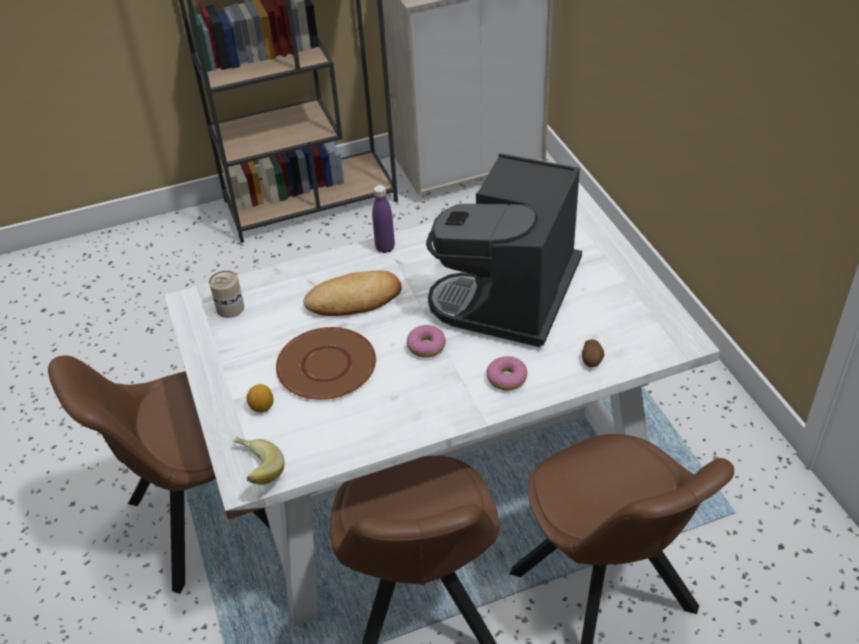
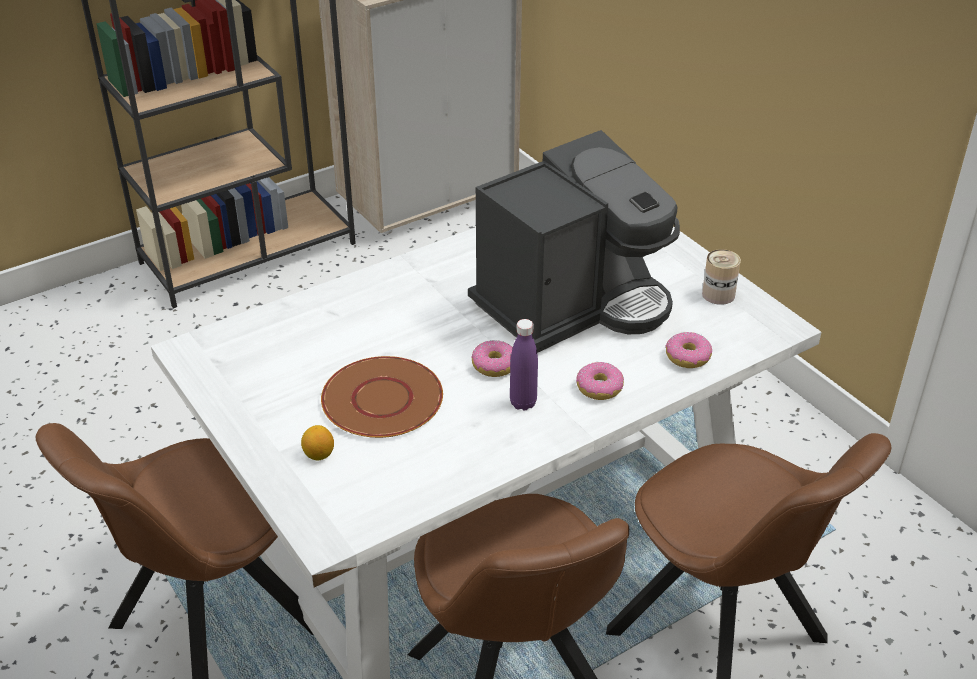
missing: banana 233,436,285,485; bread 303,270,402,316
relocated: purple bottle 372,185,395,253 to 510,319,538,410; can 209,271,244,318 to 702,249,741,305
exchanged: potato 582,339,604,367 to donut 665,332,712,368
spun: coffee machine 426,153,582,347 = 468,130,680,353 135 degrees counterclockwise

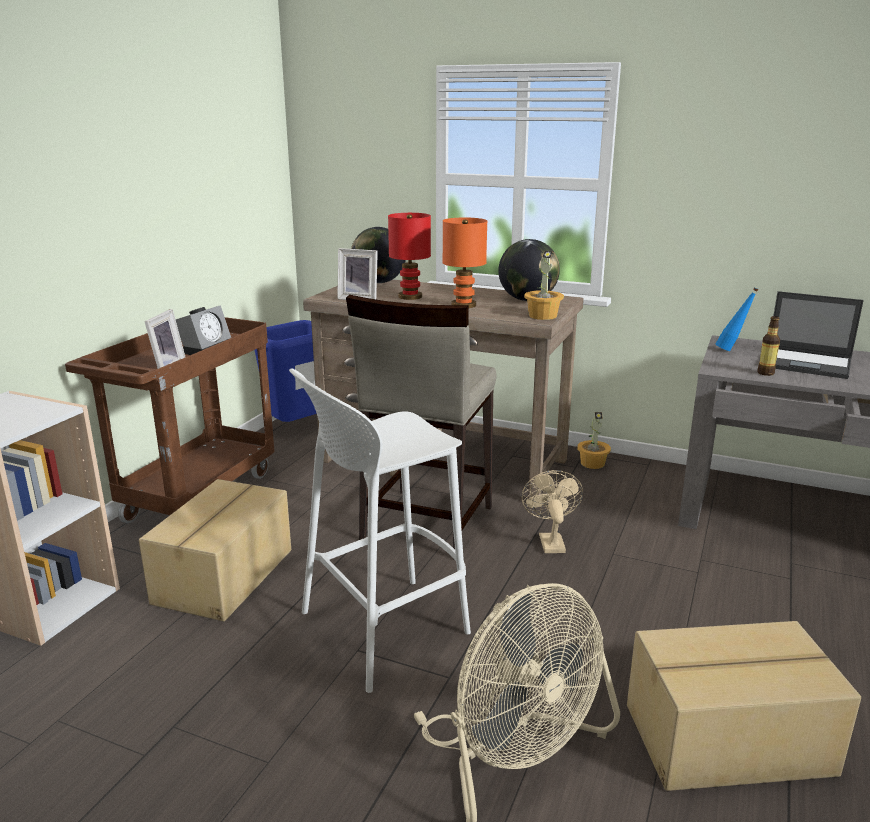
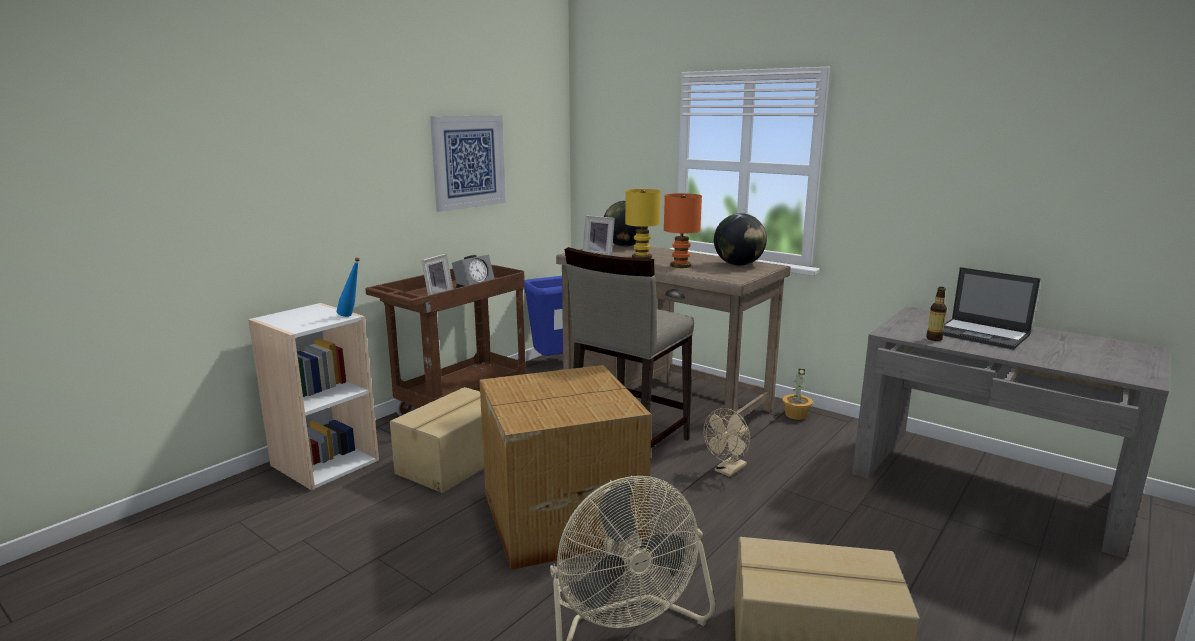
missing: potted plant 524,251,564,320
appeared: picture 430,116,506,212
relocated: blue bottle 716,287,759,351 to 336,258,360,317
exchanged: white stool 289,368,471,693 to cardboard box 479,365,652,570
colour: red table lamp 388,213,431,300 to yellow table lamp 625,189,661,259
spun: beige fan 522,470,583,553 = 703,408,750,477 150 degrees counterclockwise

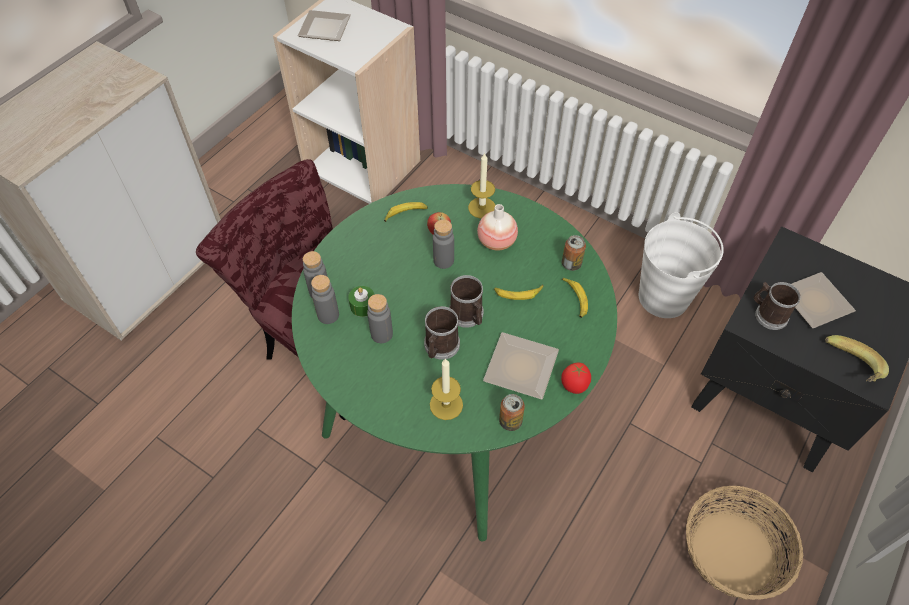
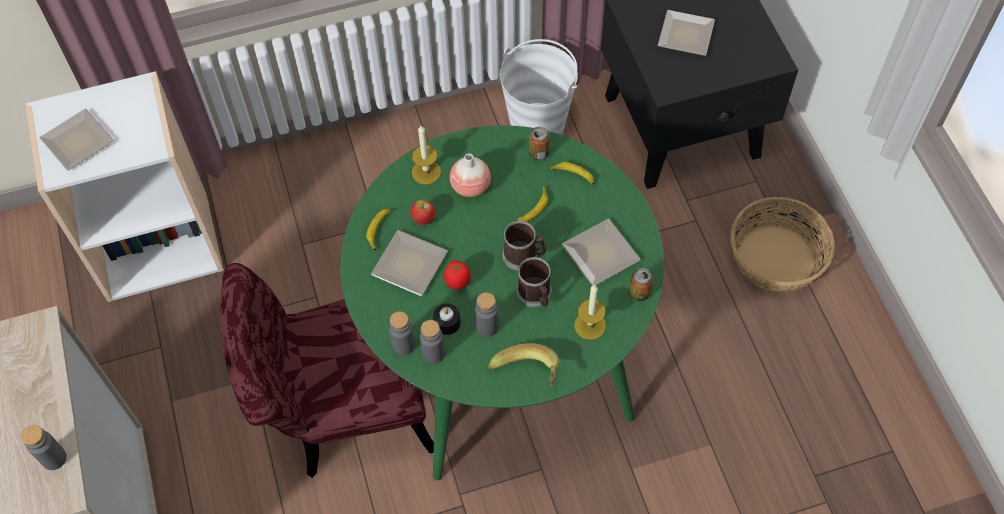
missing: mug 754,282,801,330
appeared: plate 371,230,448,296
relocated: grey bottle 433,219,454,269 to 21,425,67,470; tomato 561,362,591,394 to 444,260,471,290; banana 825,335,889,382 to 488,343,560,386
colour: green candle 348,286,374,317 to black candle 433,303,461,335

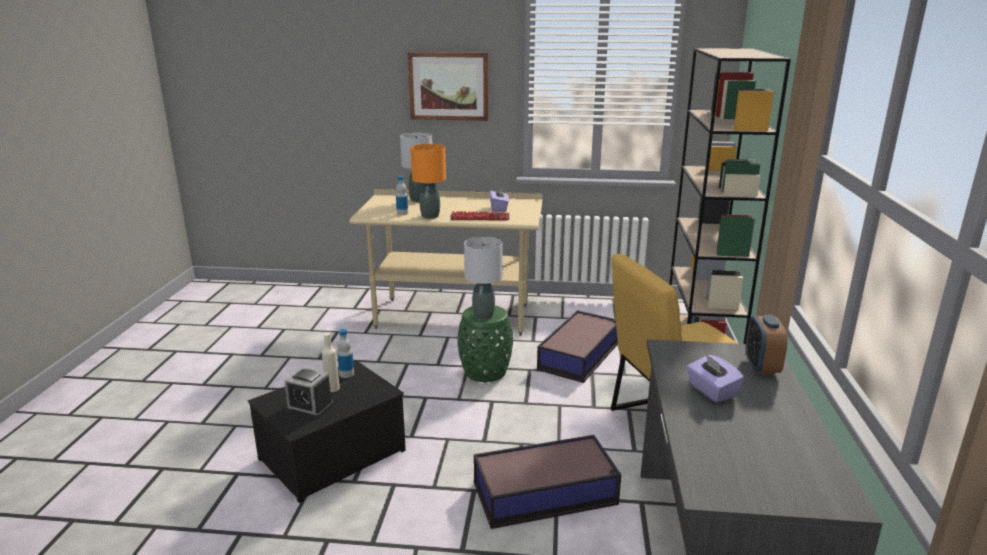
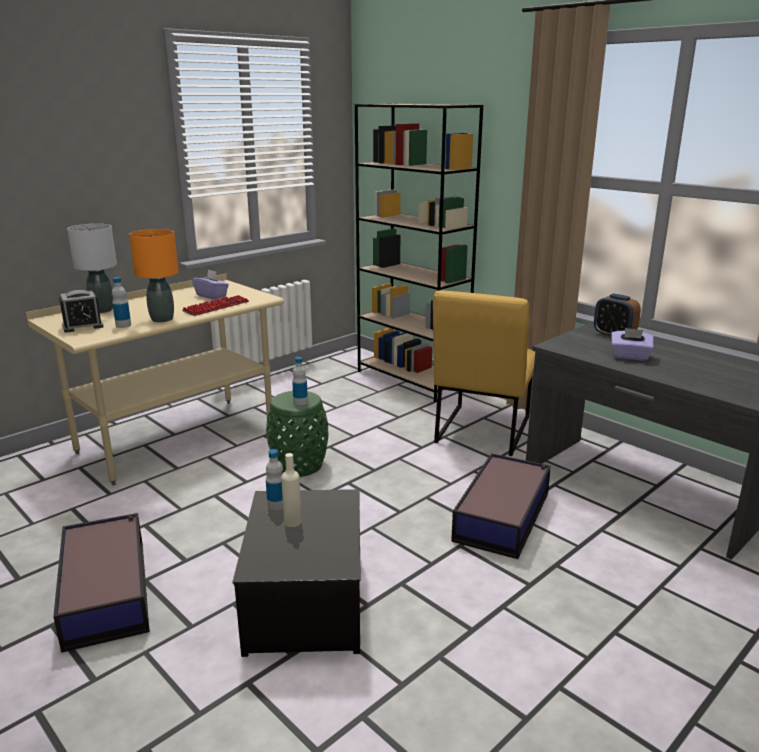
missing: picture 408,52,488,121
relocated: storage box 537,310,618,383 to 53,513,150,653; alarm clock 284,367,334,418 to 59,290,104,333
exchanged: grey table lamp 464,237,503,320 to bottle 292,357,308,405

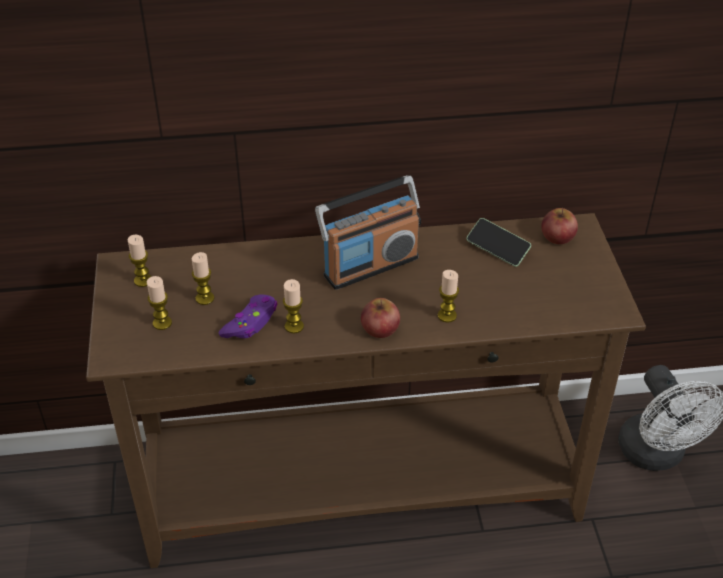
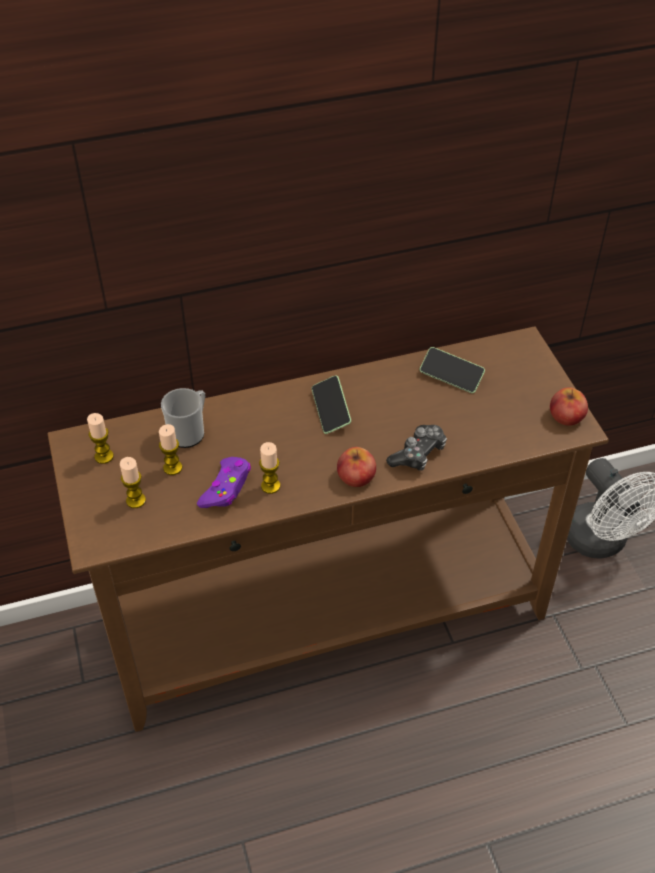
appeared: mug 161,388,205,448
relocated: apple 541,208,578,244 to 550,387,588,426
exchanged: radio 315,175,421,290 to phone 311,375,351,434; candle 438,270,459,323 to game controller 386,425,447,471

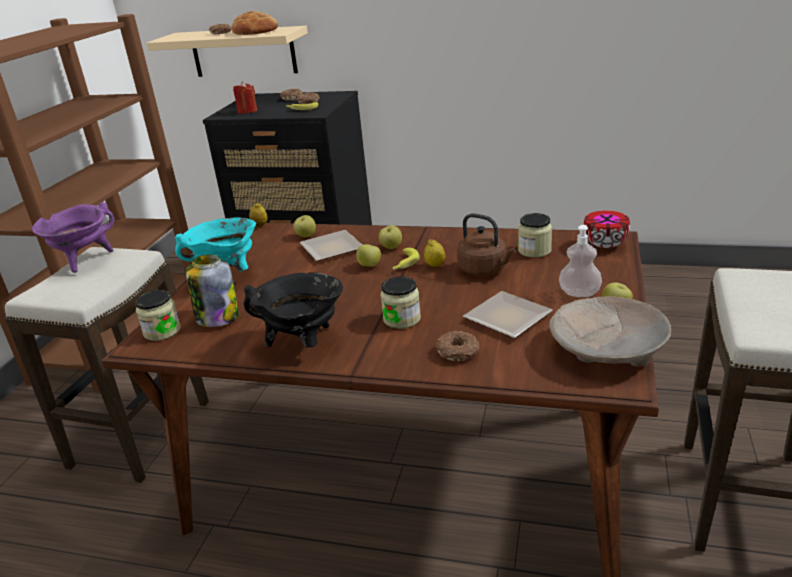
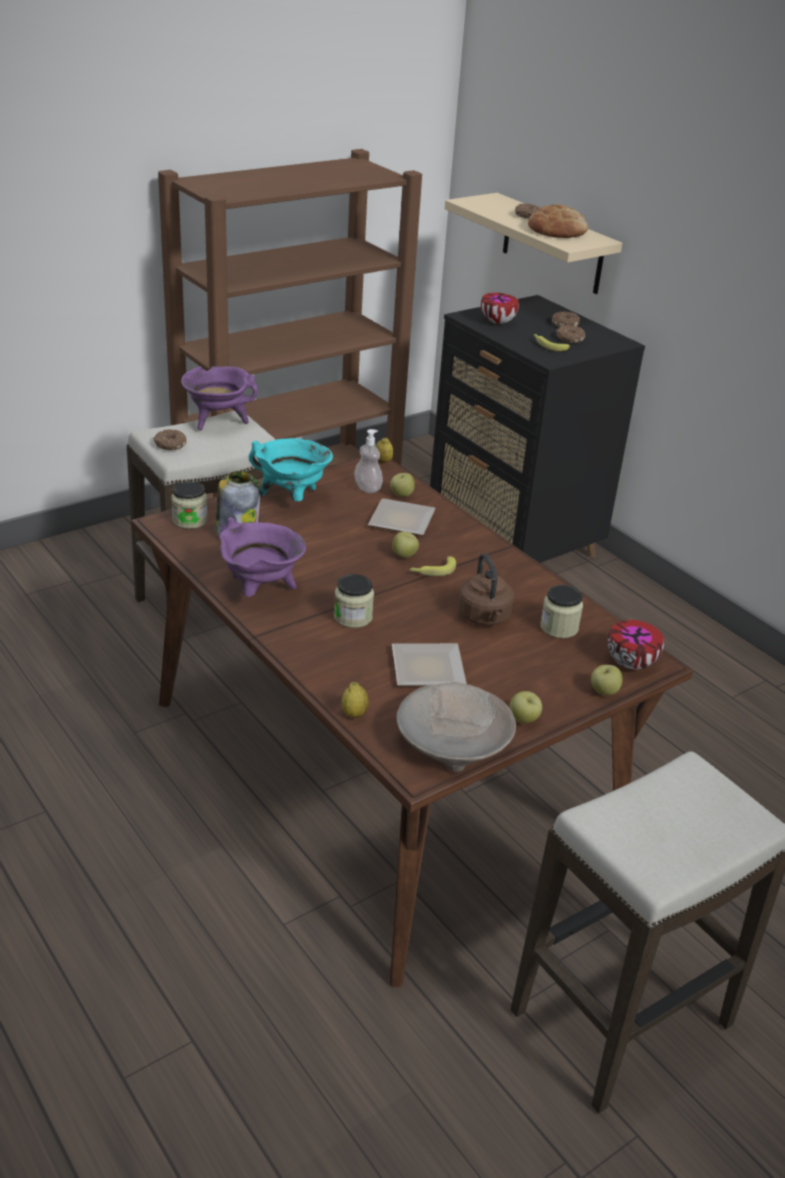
relocated: donut 436,331,479,361 to 153,429,187,450; lemon 424,239,446,267 to 342,682,369,718; soap dispenser 559,225,602,297 to 354,429,383,493; apple 379,225,402,249 to 591,665,623,695
exchanged: red candle 233,81,257,114 to bowl 481,293,519,324
colour: black cooking pot 244,272,343,348 to purple cooking pot 219,517,306,597

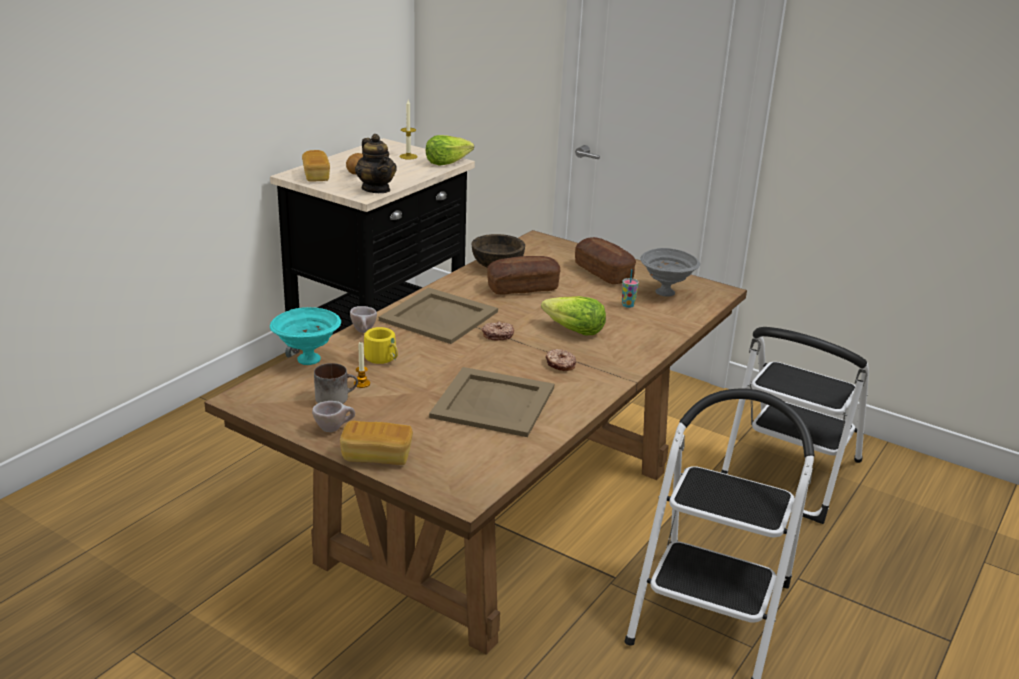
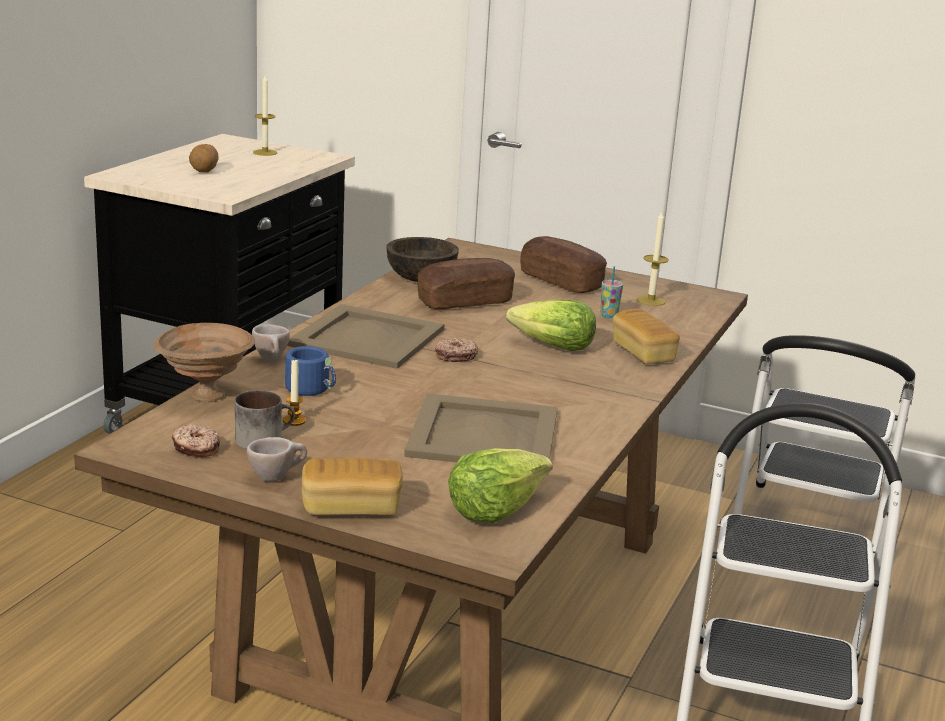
missing: teapot 355,134,397,193
relocated: donut 546,349,576,371 to 172,424,220,458; lettuce 426,135,474,166 to 448,448,553,523; bread 302,150,330,182 to 612,309,680,364
exchanged: grey bowl 640,248,700,297 to candle 637,212,669,306
colour: turquoise bowl 270,307,341,365 to brown bowl 154,323,255,402; yellow mug 364,327,398,364 to blue mug 285,346,336,396

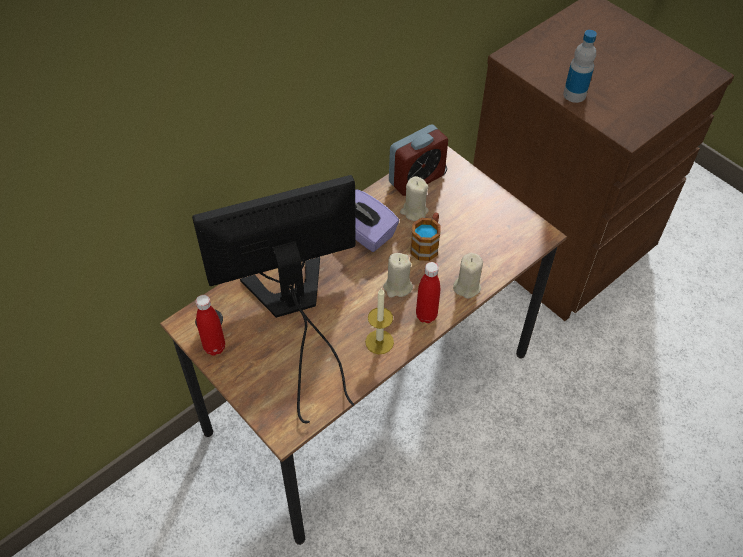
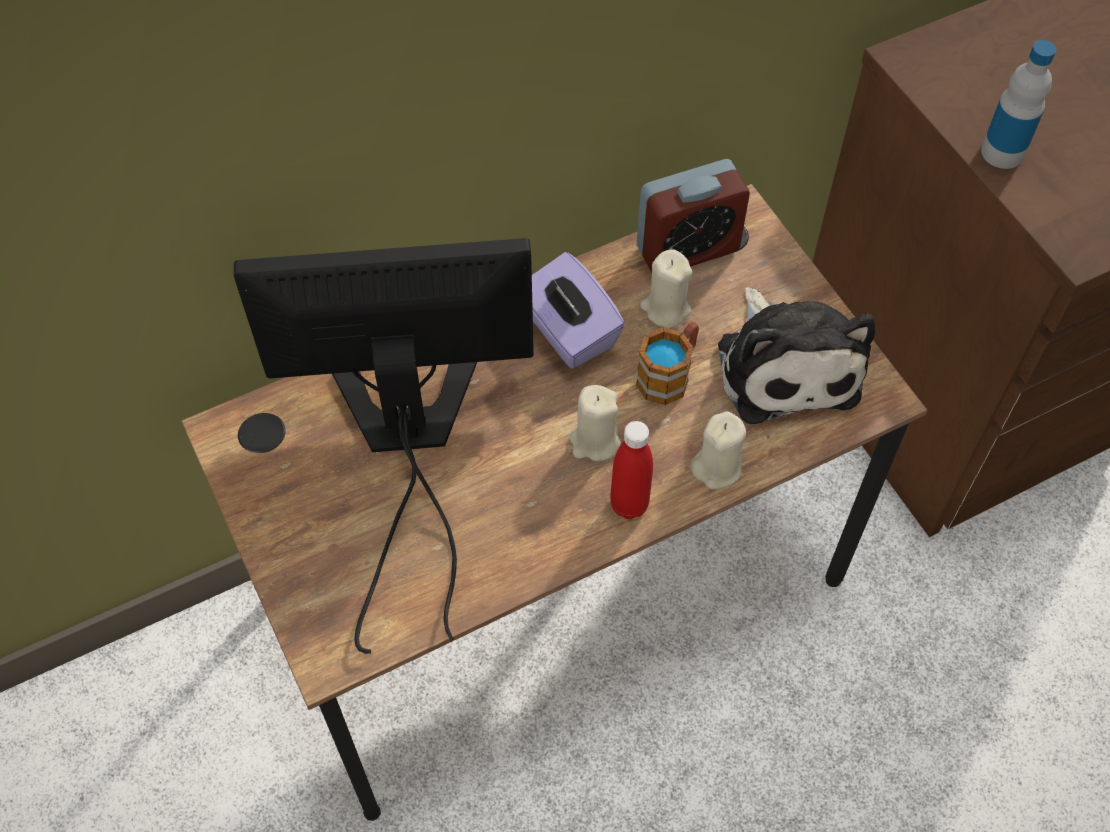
missing: red bottle 196,295,225,356; candle 365,288,394,354
appeared: plush toy 718,287,875,424

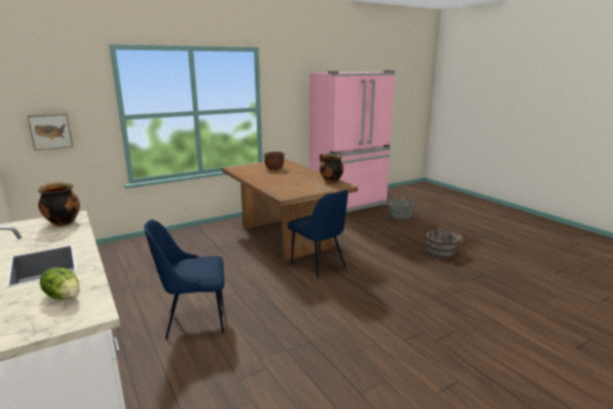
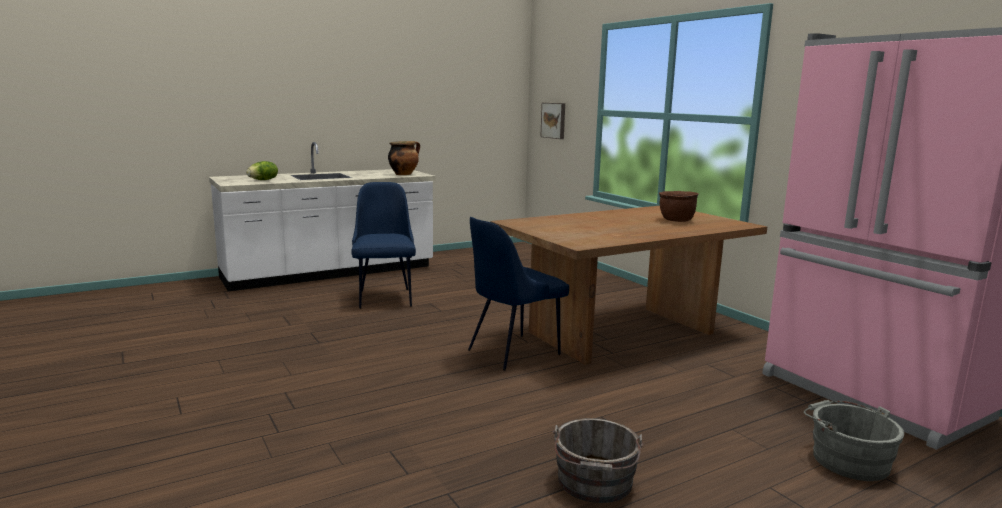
missing: cooking pot 319,154,344,183

